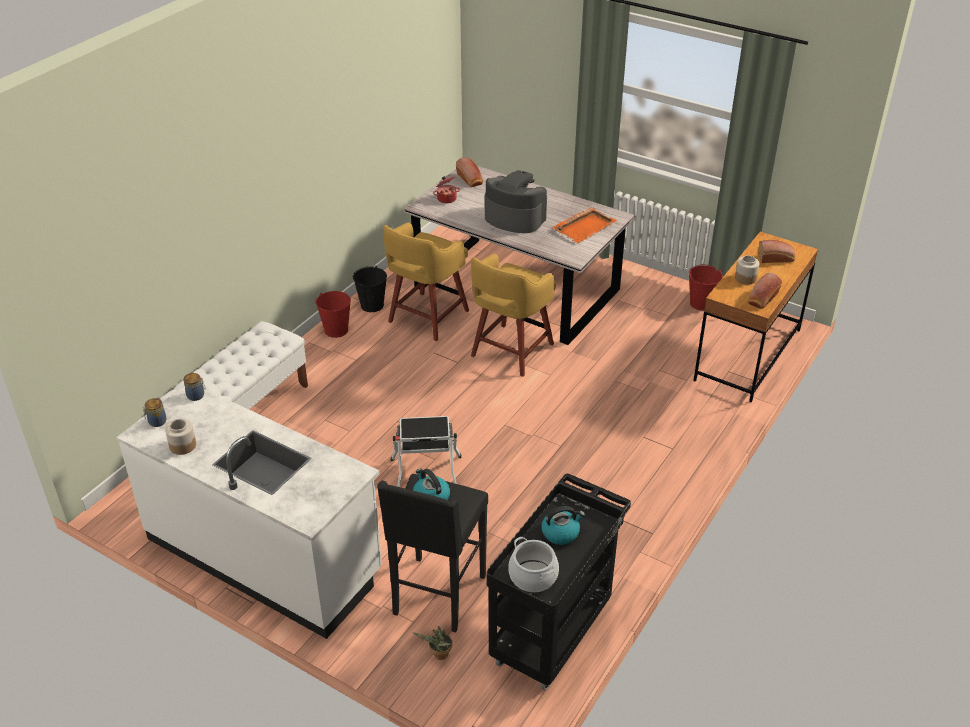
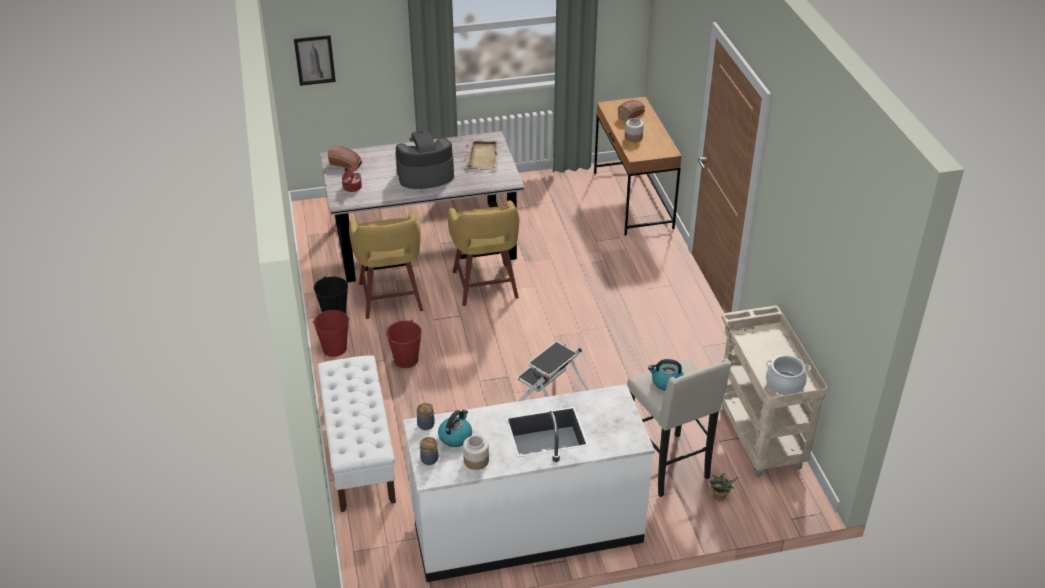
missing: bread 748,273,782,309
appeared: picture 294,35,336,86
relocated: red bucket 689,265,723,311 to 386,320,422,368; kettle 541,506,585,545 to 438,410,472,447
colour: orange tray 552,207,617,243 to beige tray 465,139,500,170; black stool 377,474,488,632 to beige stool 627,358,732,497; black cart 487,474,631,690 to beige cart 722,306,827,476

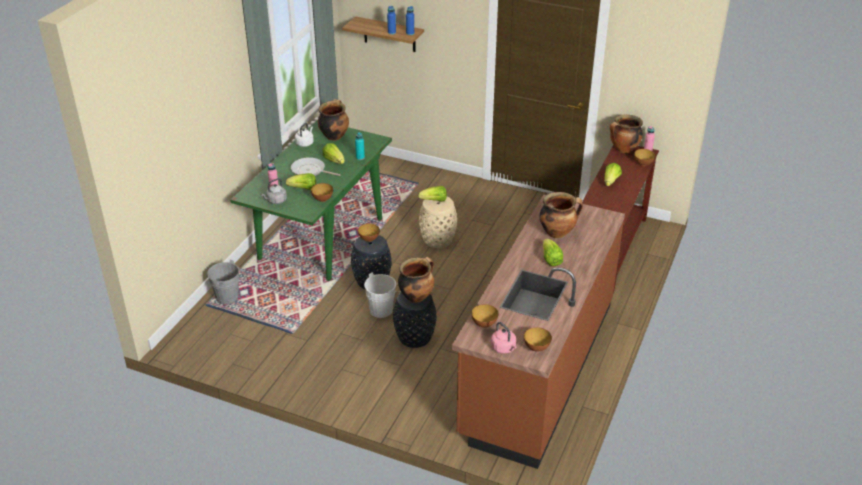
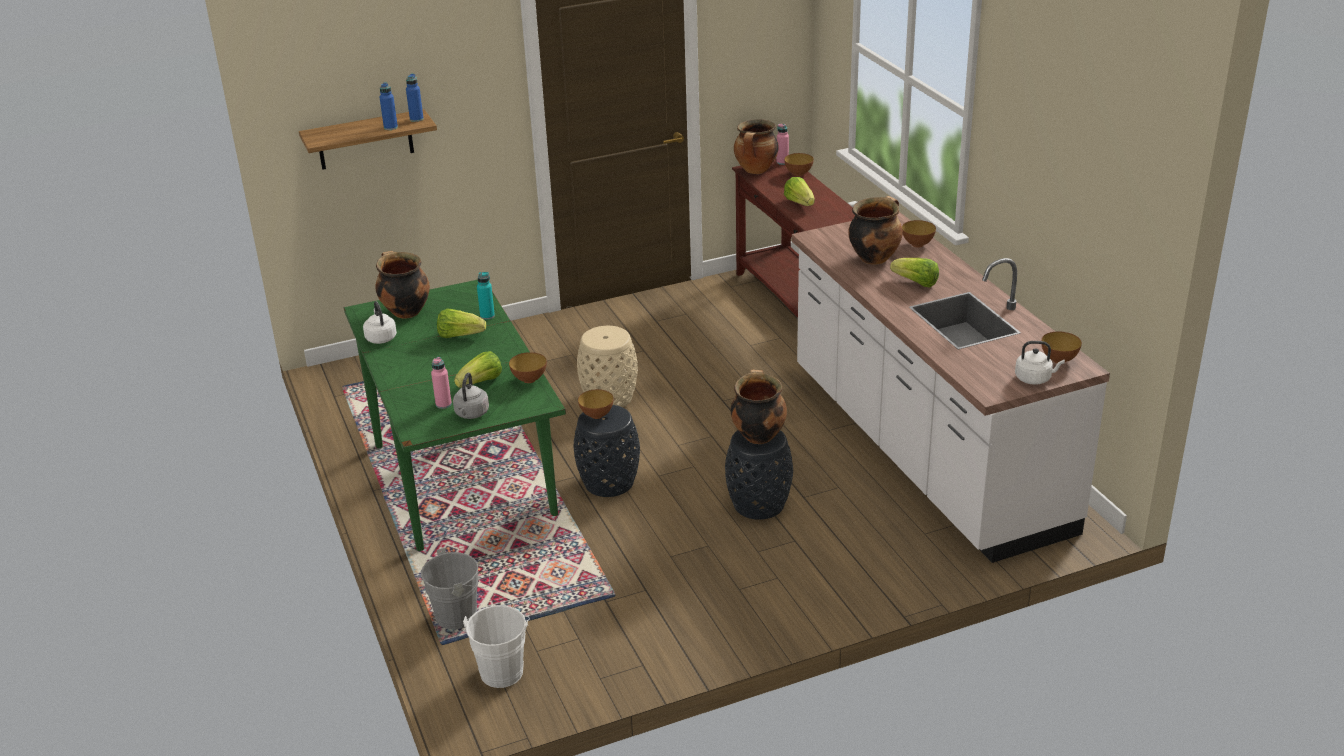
missing: frying pan 291,157,341,176; lettuce 418,186,447,202
relocated: white bucket 364,272,400,318 to 463,605,530,688; bowl 471,304,498,328 to 902,220,936,247
colour: brown counter 452,195,625,469 to white counter 792,212,1110,563; pink kettle 491,322,517,354 to white kettle 1015,341,1065,385

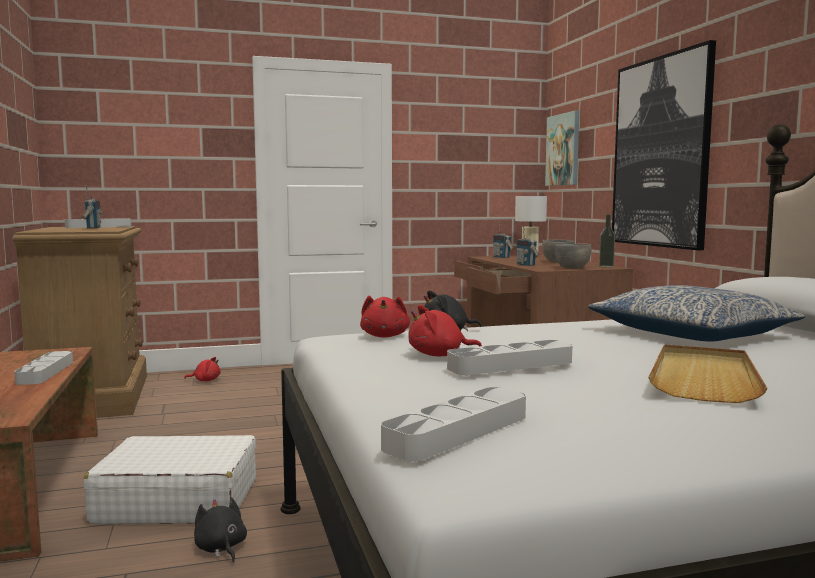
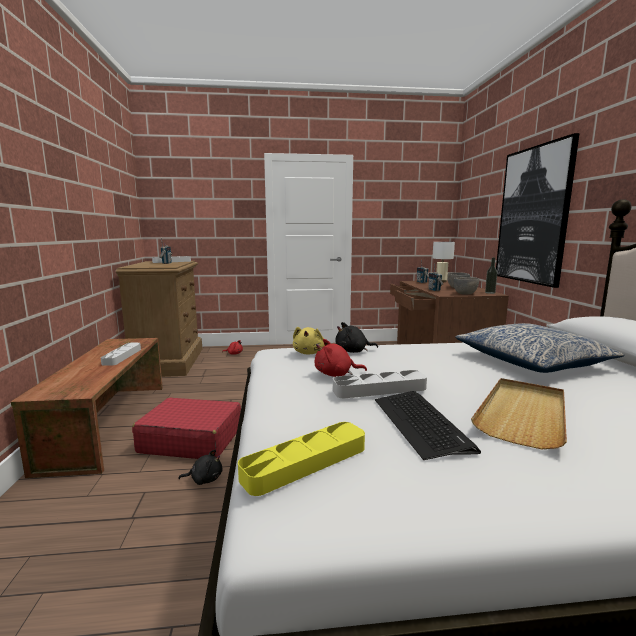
missing: picture 545,110,579,186
appeared: keyboard 375,391,481,460
colour: white suitcase 84,435,256,524 to red suitcase 132,398,241,459; grey tray 381,387,526,461 to yellow tray 238,422,365,496; red plush toy 360,296,410,337 to yellow plush toy 293,327,325,354
spun: black plush toy 194,497,247,563 = 178,450,222,485 105 degrees clockwise

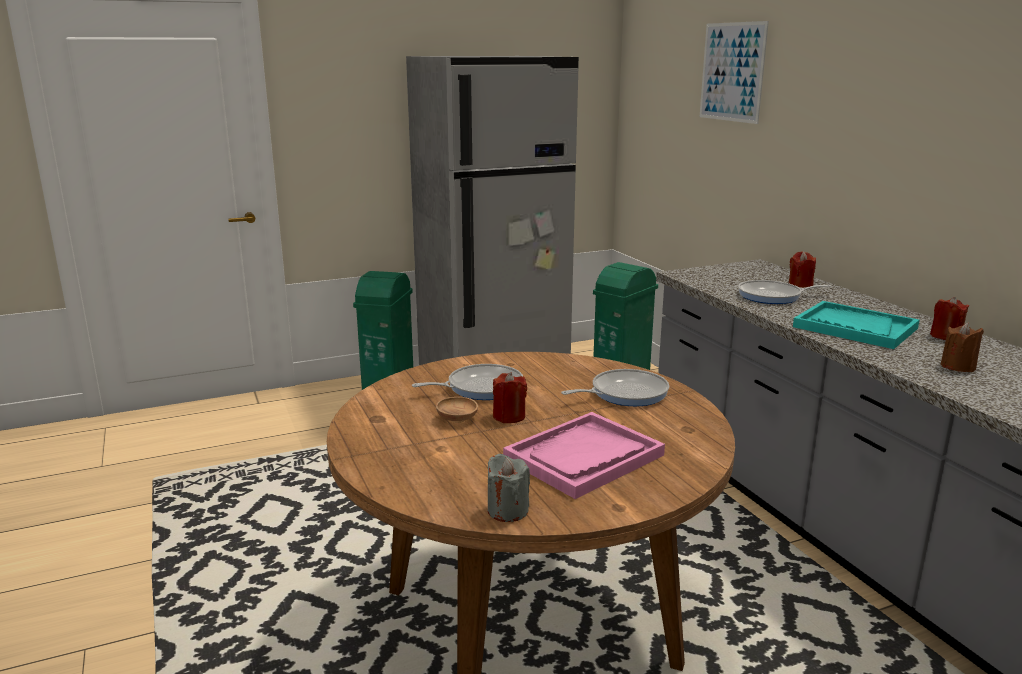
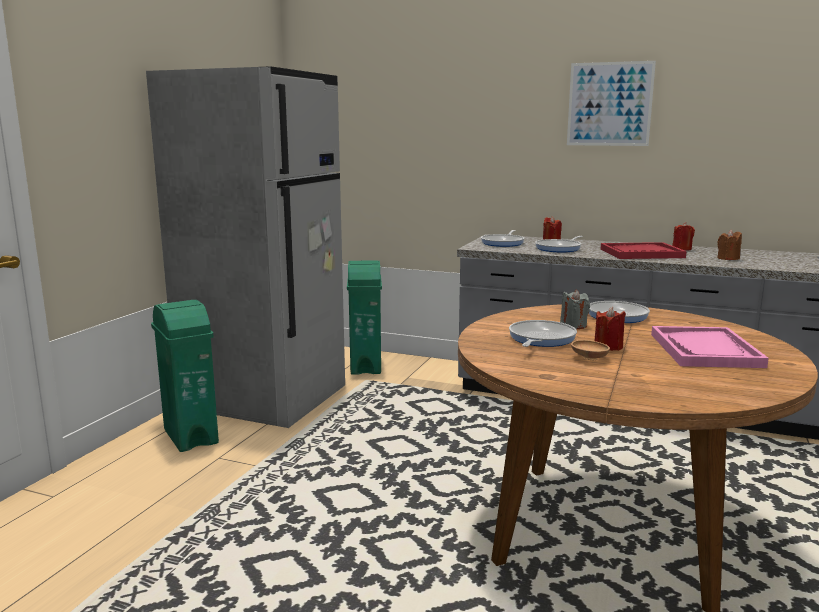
appeared: frying pan 481,230,524,247
relocated: grey candle 488,454,530,522 to 560,290,590,329; picture 700,21,769,124 to 567,61,656,146
colour: turquoise tray 793,301,920,349 to red tray 601,242,687,259

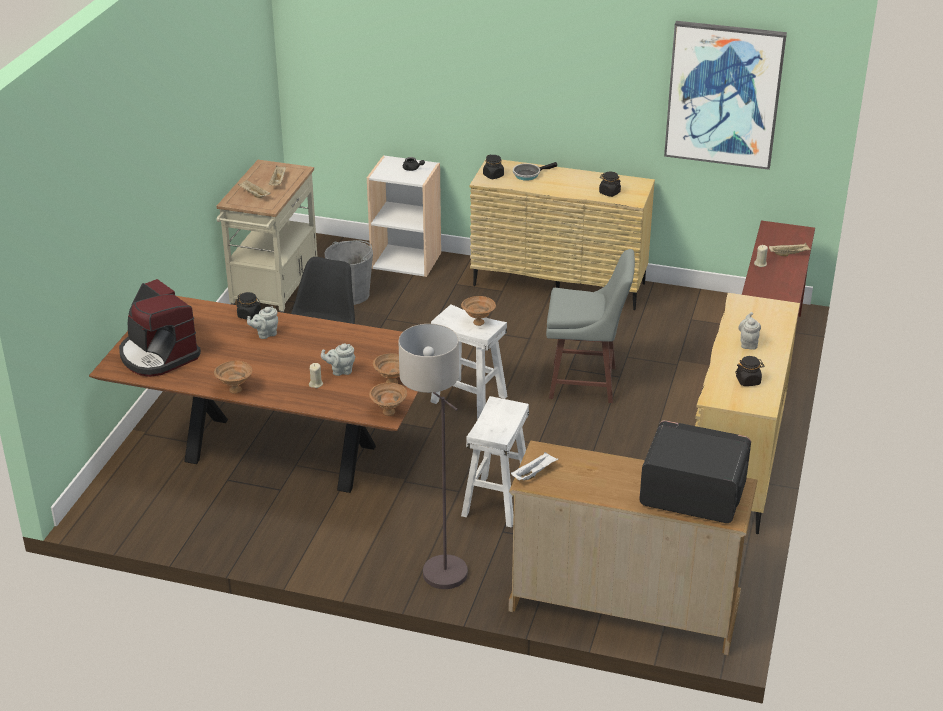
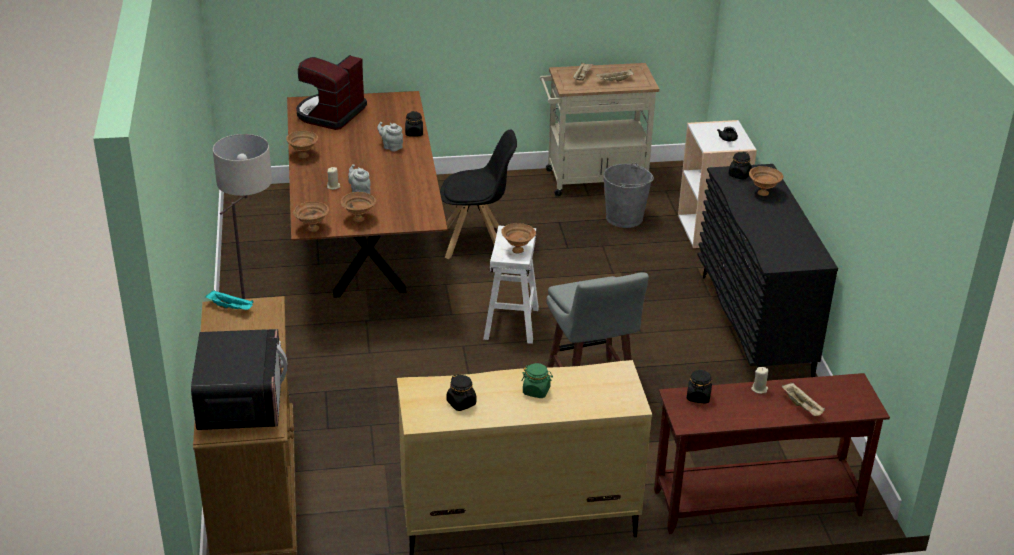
missing: white stool 461,396,529,528; picture 664,21,787,170
relocated: black jar 599,172,621,197 to 687,370,712,404
exchanged: grey teapot 738,312,761,350 to green jar 521,363,553,398; frying pan 513,162,557,181 to brown bowl 749,166,783,196
colour: white tray 511,452,558,480 to turquoise tray 206,290,254,310; beige dresser 469,159,655,310 to black dresser 698,164,838,377

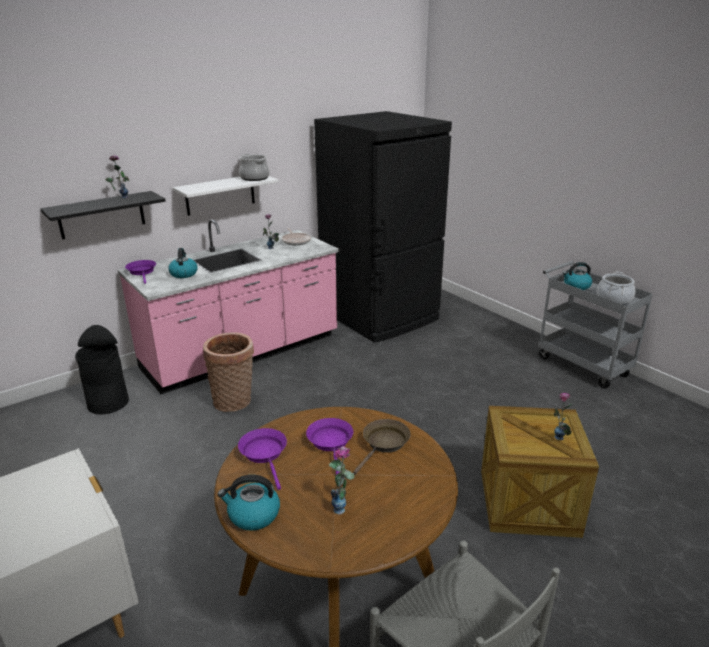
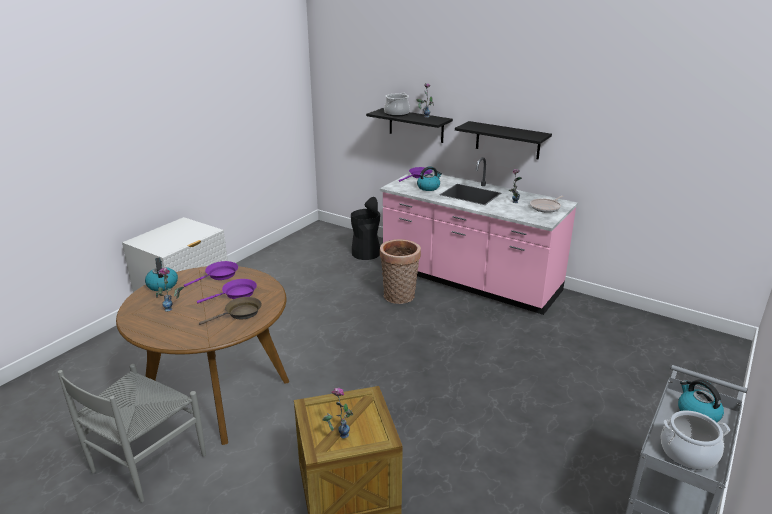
missing: black fridge 314,111,452,343
relocated: cooking pot 239,154,270,181 to 384,93,410,117
colour: white shelf 173,176,278,216 to black shelf 455,121,552,160
spun: brown frying pan 353,419,411,475 = 199,297,262,325 45 degrees counterclockwise

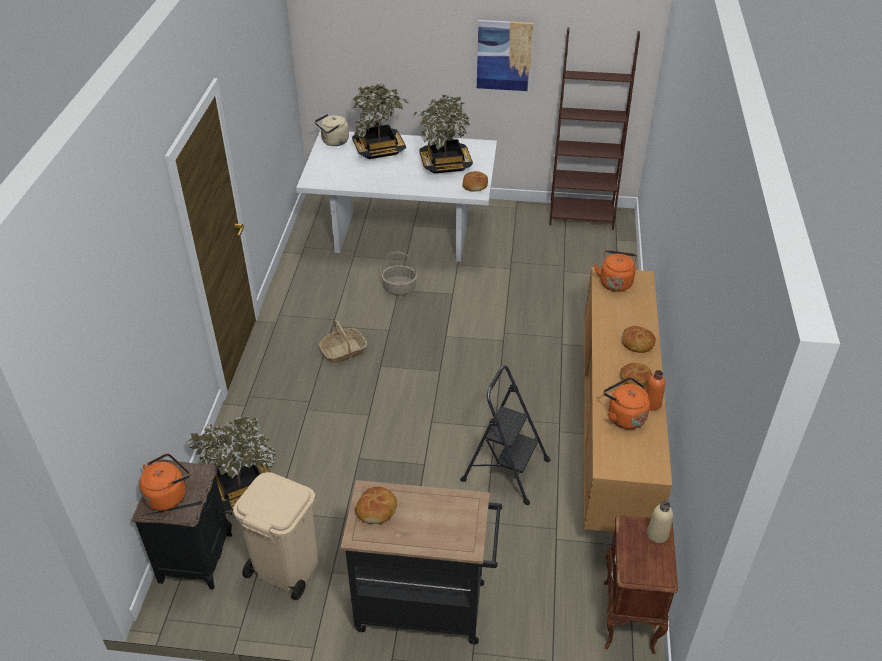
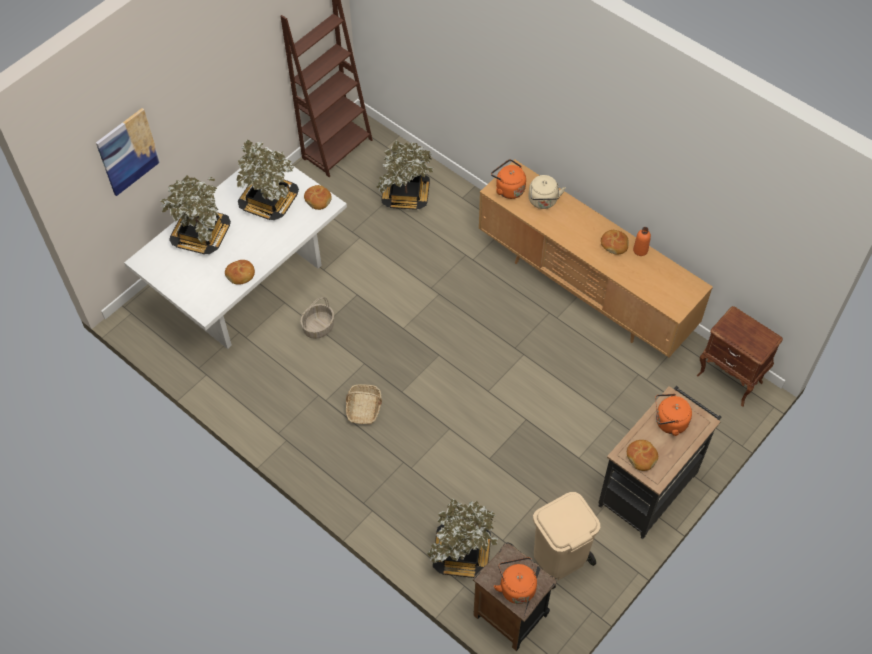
missing: black step ladder 460,365,550,505; beige bottle 647,501,673,543
appeared: potted plant 376,140,434,210
relocated: picture 477,20,533,91 to 96,108,160,196; bread 622,326,656,353 to 225,260,255,285; beige kettle 315,114,349,146 to 528,175,566,209; orange kettle 604,377,650,429 to 655,394,692,436

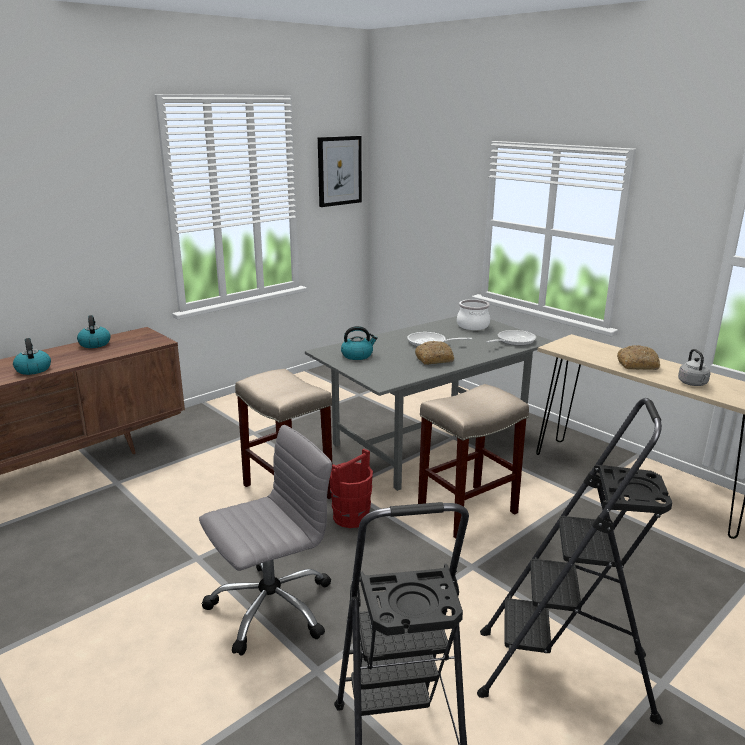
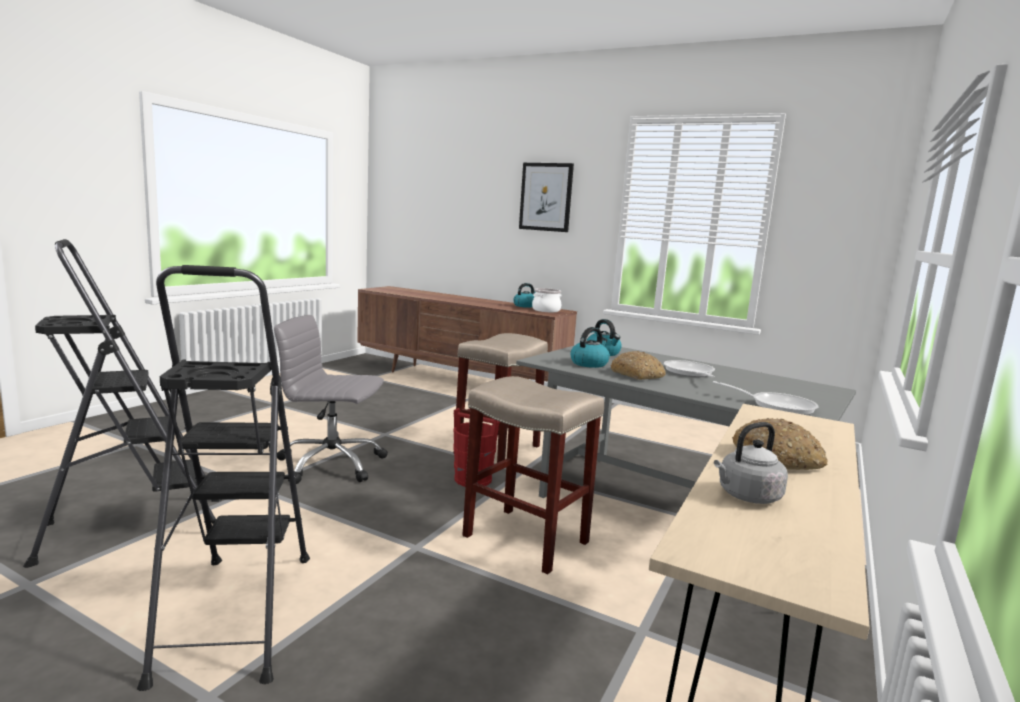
relocated: picture 318,136,362,207 to 519,163,574,232; cooking pot 457,299,490,330 to 532,288,561,312; kettle 13,338,51,375 to 571,327,610,368
spun: grey office chair 199,425,332,656 = 274,315,388,484 150 degrees clockwise

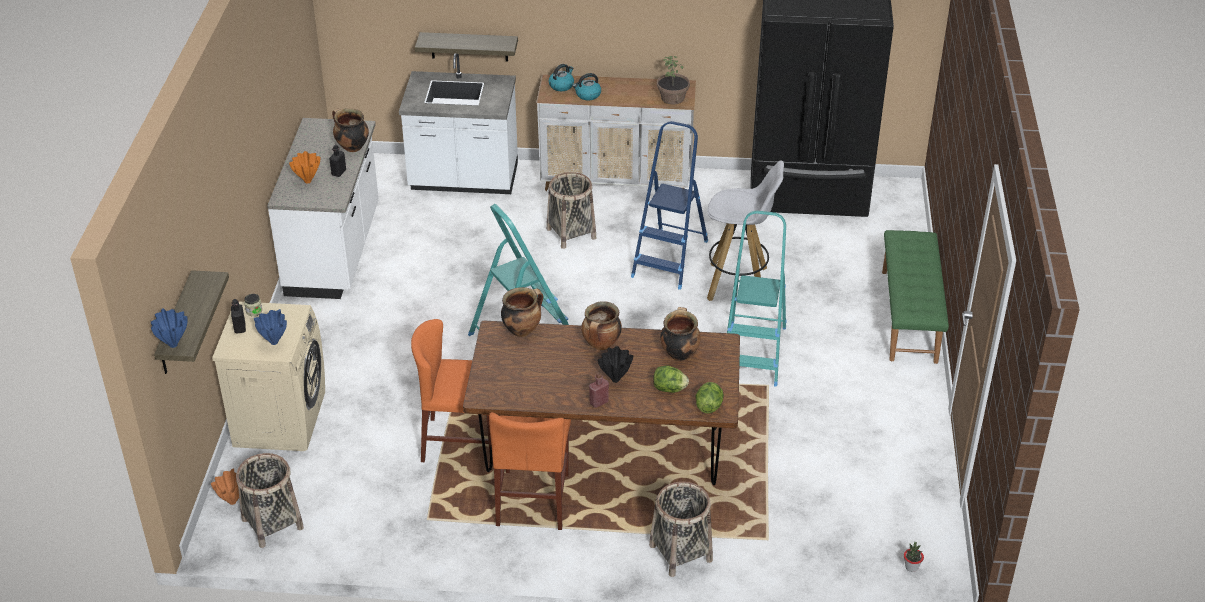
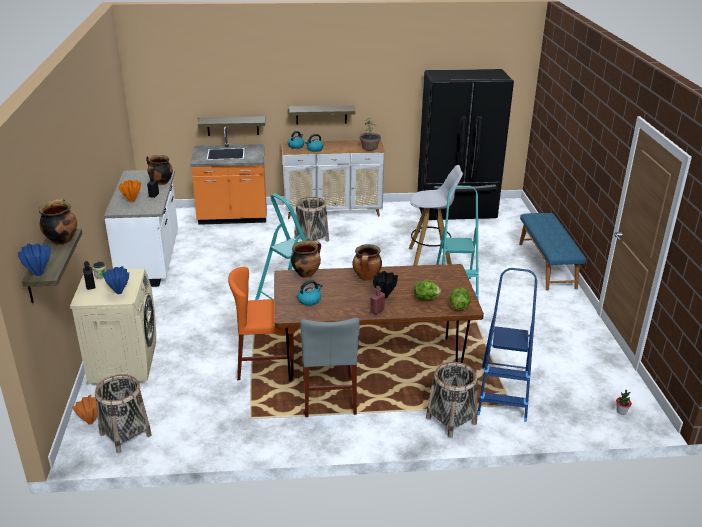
appeared: shelf 289,105,356,125; kettle 297,280,323,306
relocated: cooking pot 660,307,701,361 to 39,199,77,245; blue step ladder 631,121,708,290 to 477,268,537,422
colour: white counter 399,54,518,194 to orange counter 190,127,267,225; orange chair 489,412,571,530 to grey chair 300,318,360,417; green bench 882,230,949,364 to blue bench 519,213,586,290

